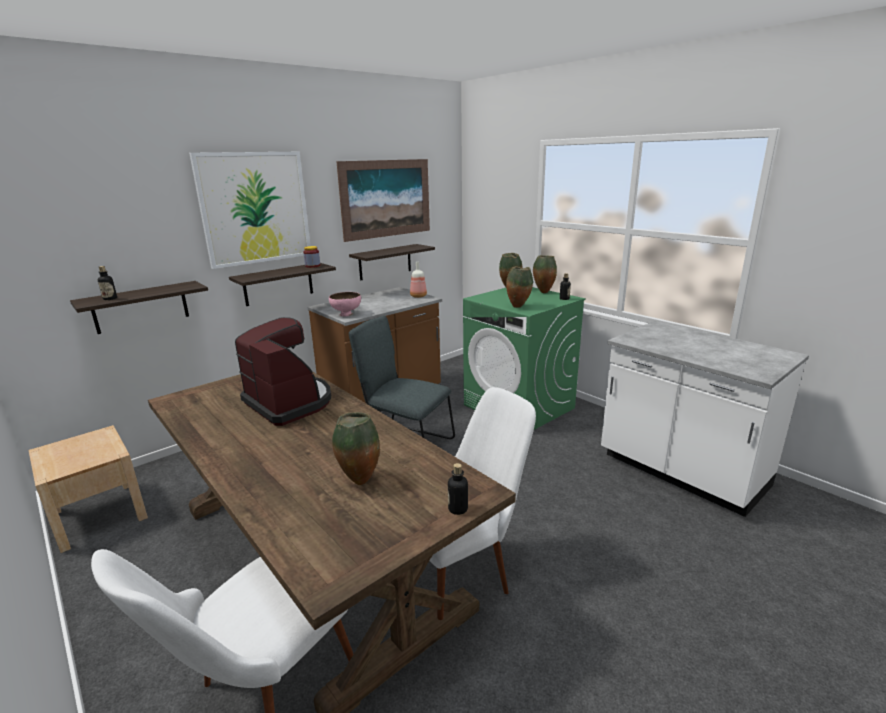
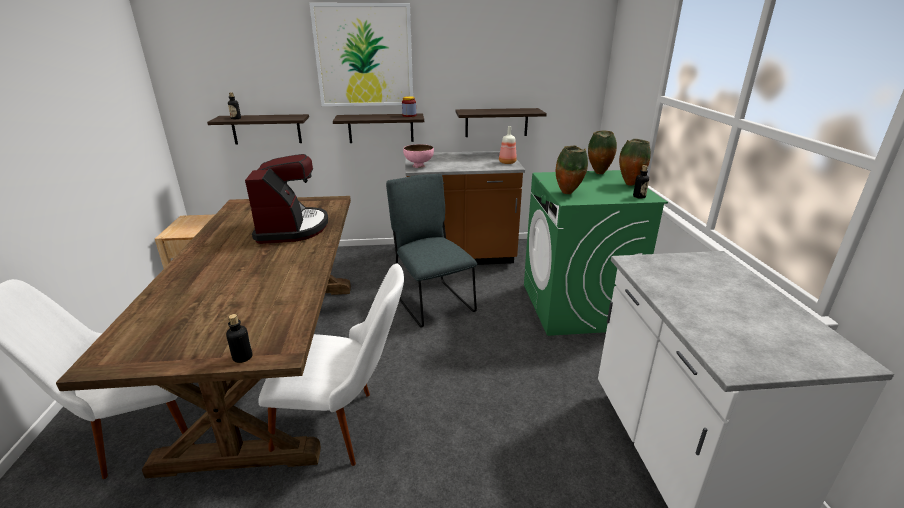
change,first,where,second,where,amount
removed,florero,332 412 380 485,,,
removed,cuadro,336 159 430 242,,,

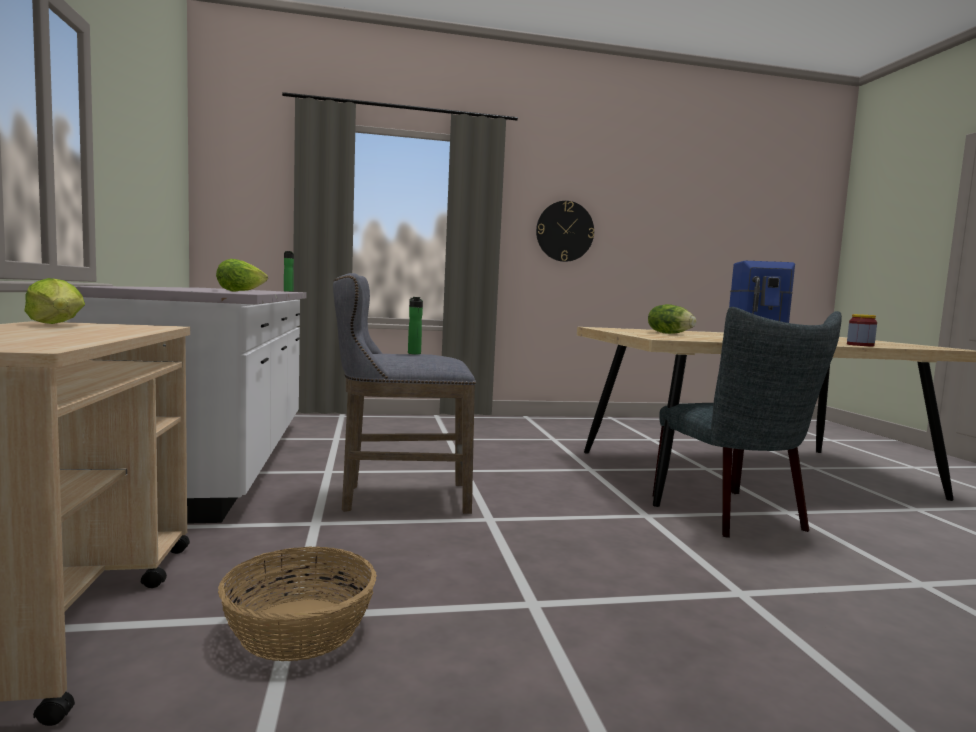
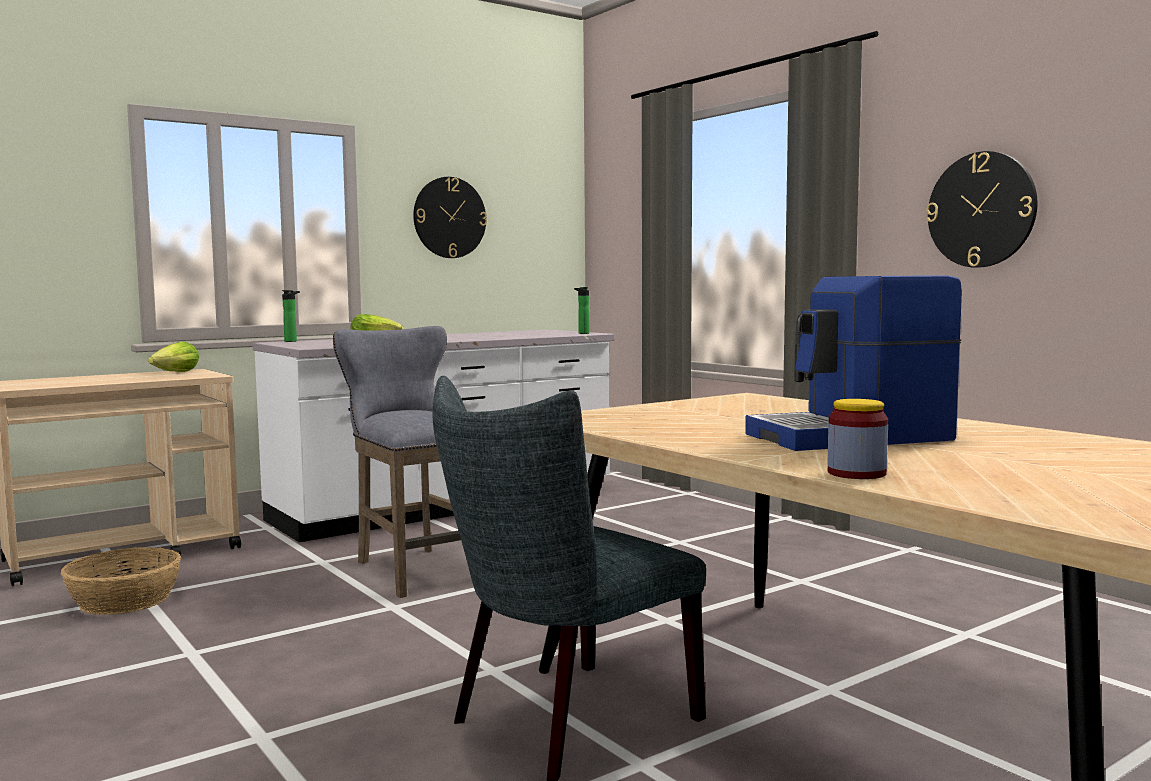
change,first,where,second,where,amount
moved,botella,408 297 423 354,,282 290 300 342,
removed,lechuga,648 304 696 334,,,
added,,,reloj de pared,413 177 487 258,

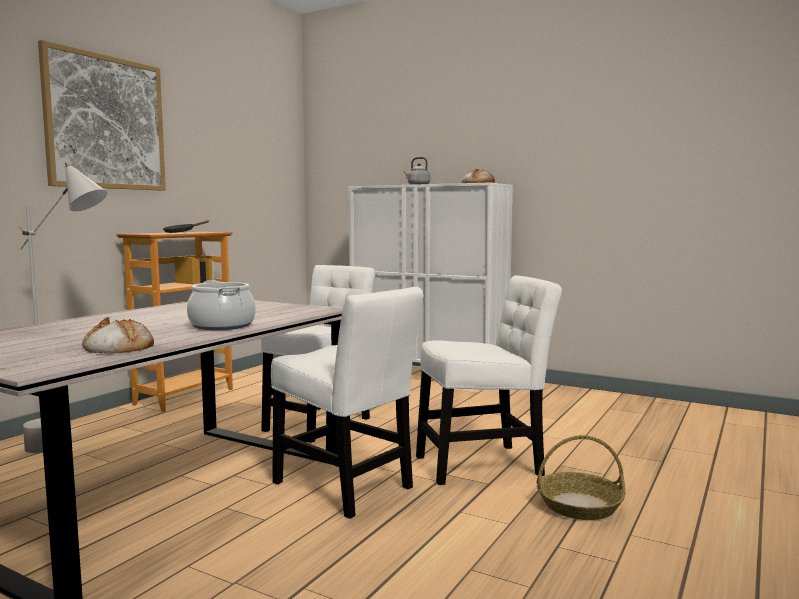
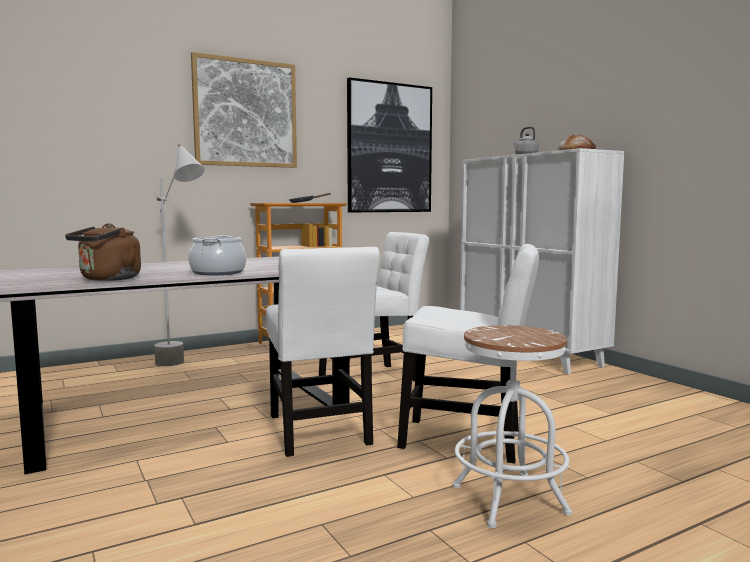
change,first,where,second,where,amount
replaced,pan,82 317 154 354,hervidor (marrón),65 223 141 281,
replaced,cesta,537 435 625 520,taburete (blanco),452 325 572 528,
added,,,cuadro,347 77 432 212,

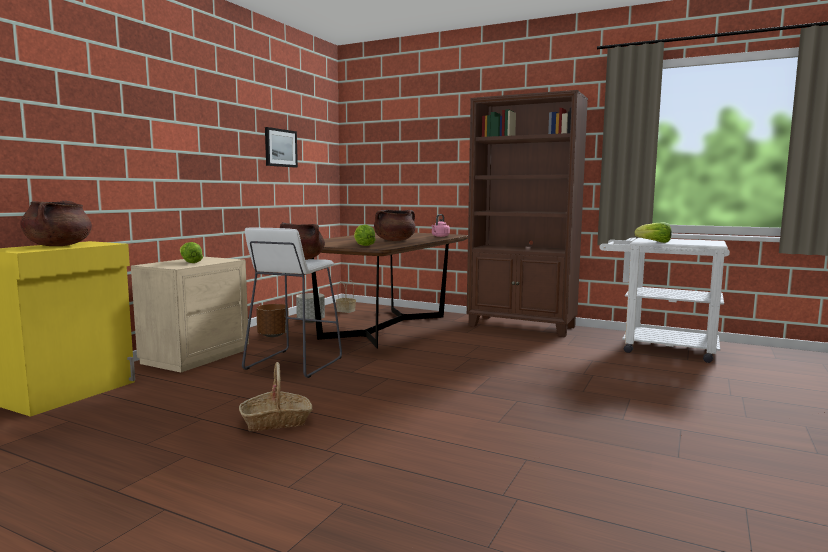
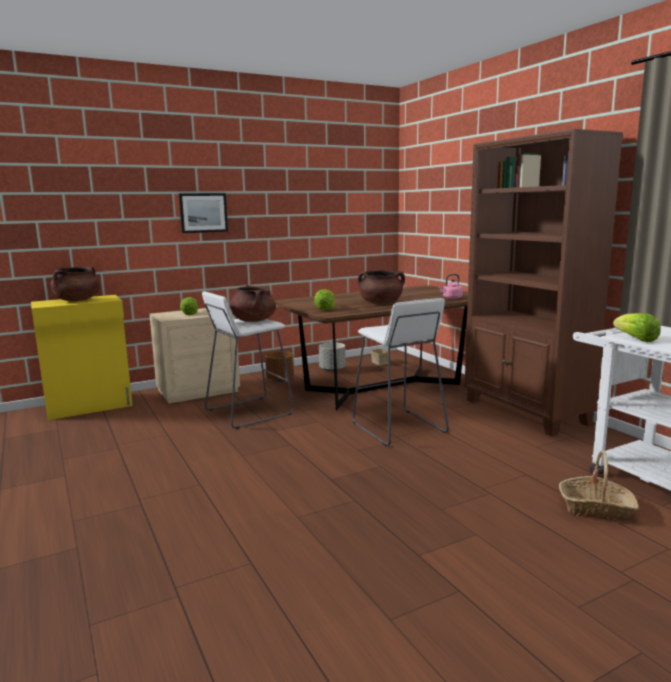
change,first,where,second,where,amount
moved,cesta,239 362 313 431,,559 450 639 522,
moved,cuadro,265 127 298 168,,179 193 228 233,
added,,,taburete (blanco),353 298 449 446,

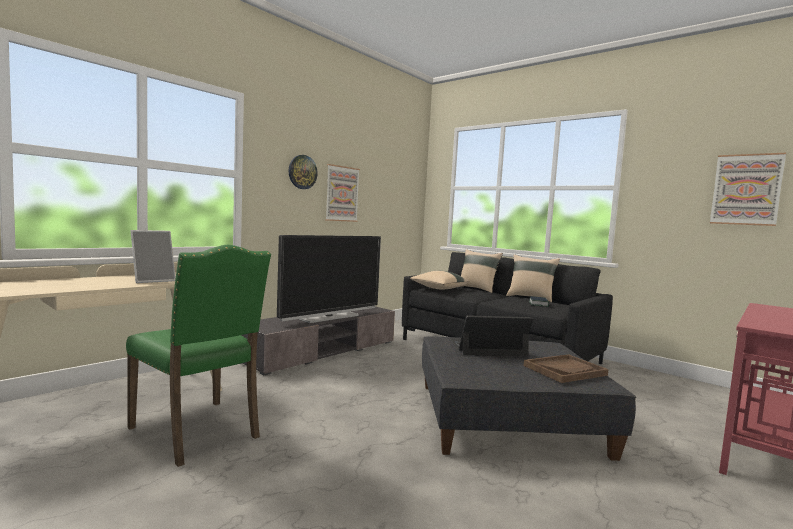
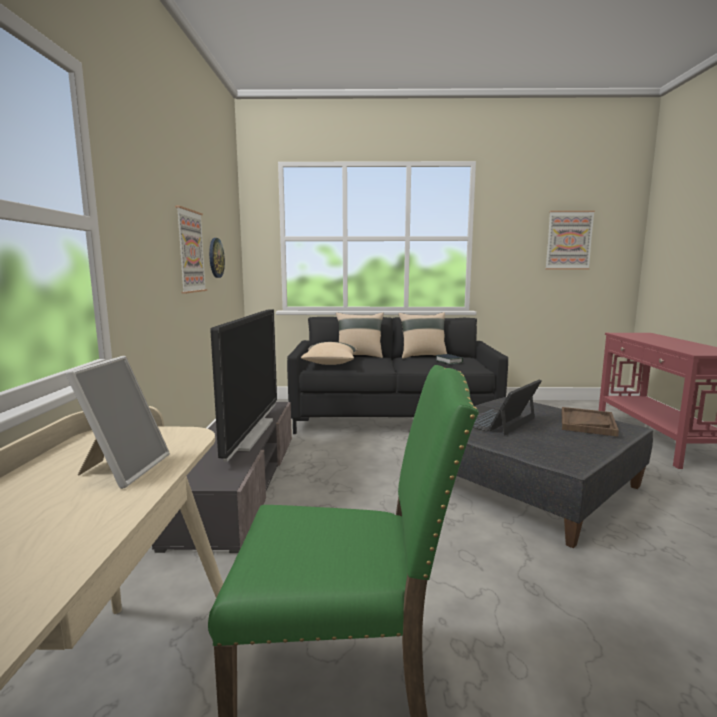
change,first,where,second,where,amount
moved,reloj de pared,288 155 318 189,,209 238 225 278,

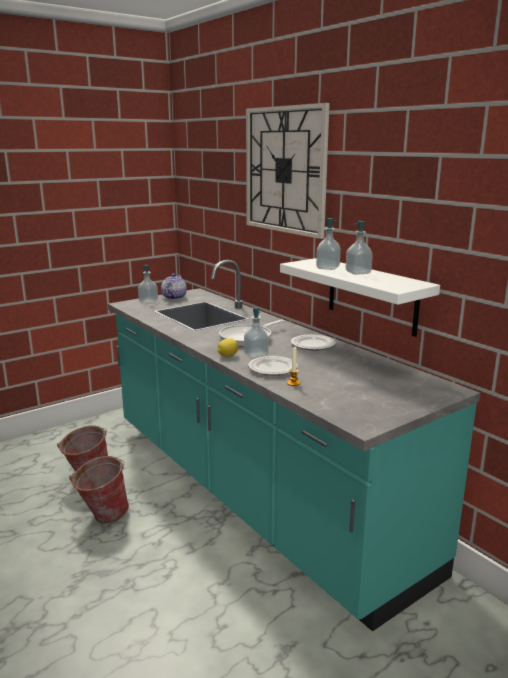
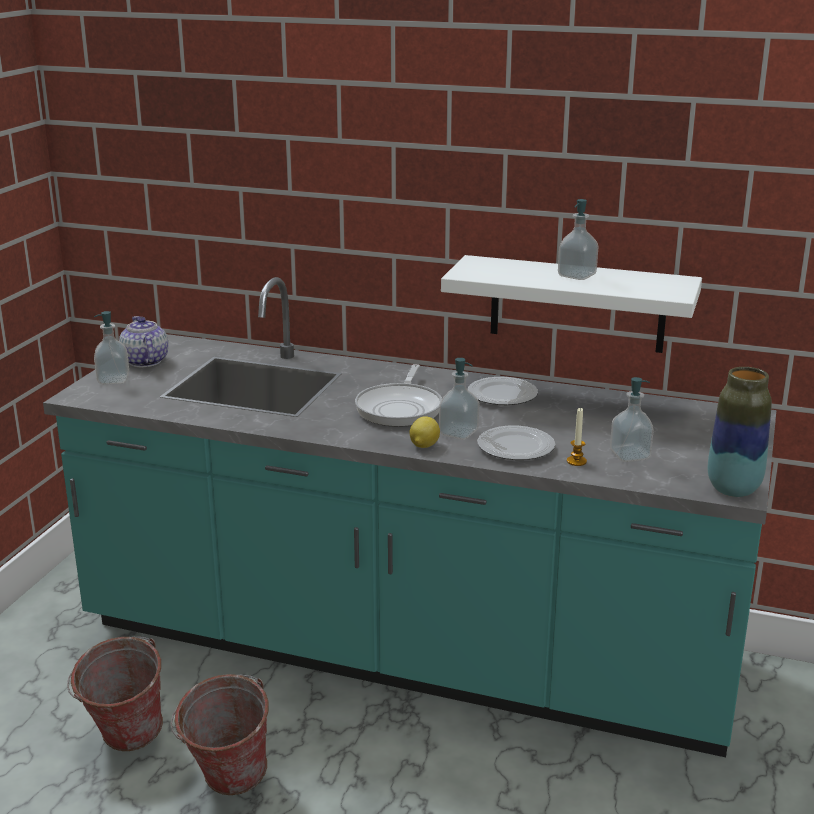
change,first,where,second,where,amount
removed,reloj de pared,246 103 330 239,,,
moved,dispensador de jabón,316 218 341 270,,610 377 653 462,
added,,,florero,708 367 772 497,

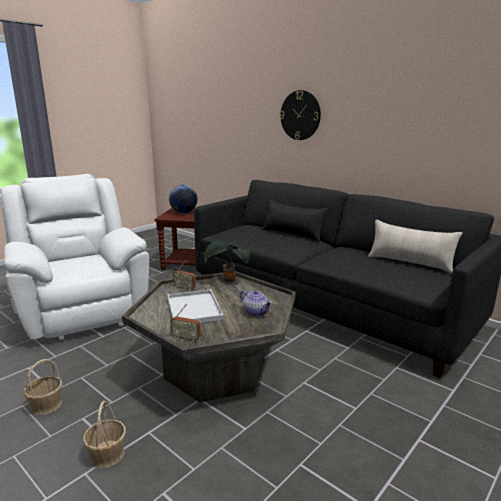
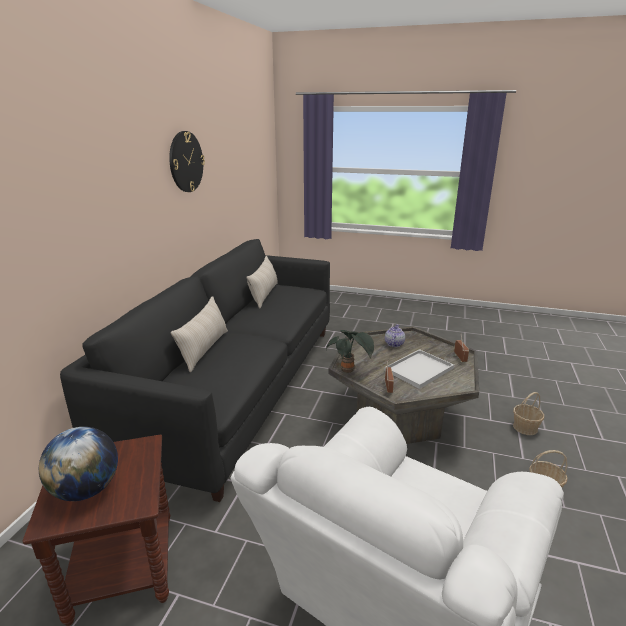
change,first,where,second,where,amount
recoloured,cojín (negro),262 199 328 242,cojín (beis),171 296 228 372,
moved,reloj de pared,280 90 321 140,,169 131 205 192,

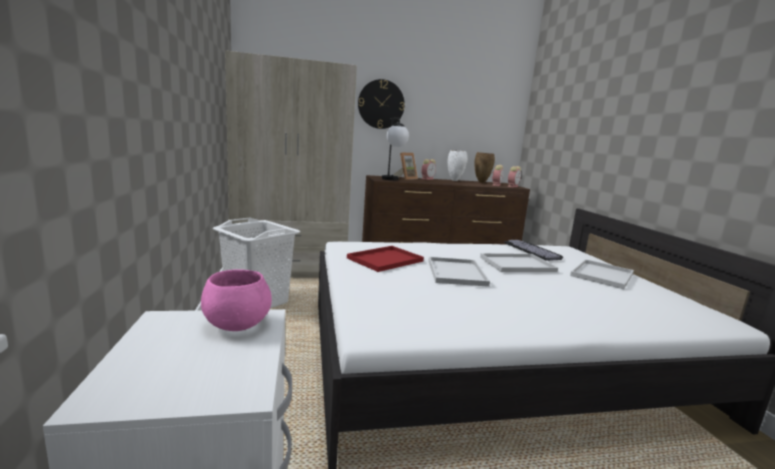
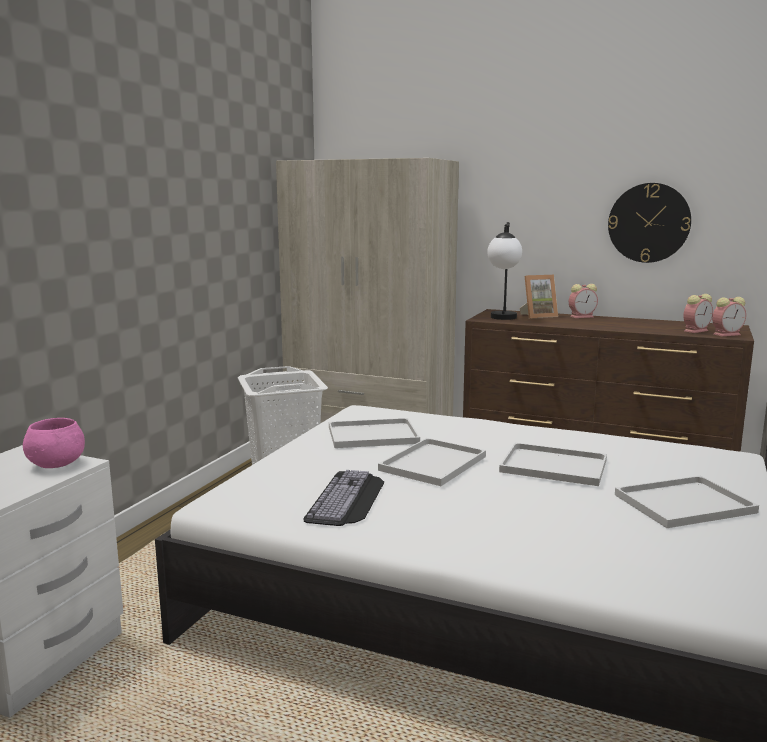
change,first,where,second,where,amount
recoloured,bandeja (rojo),347 246 424 272,bandeja (blanco),329 418 420 448,
moved,reloj de pared,358 79 405 129,,608 183 691 263,
removed,florero (blanco),448 150 467 181,,,
removed,florero (marrón),474 152 495 183,,,
moved,teclado,504 240 563 261,,303 470 384 526,

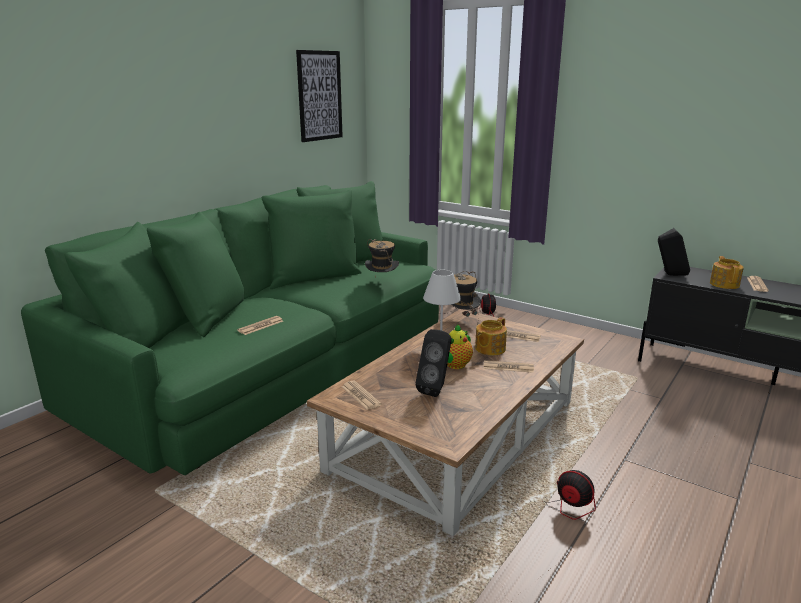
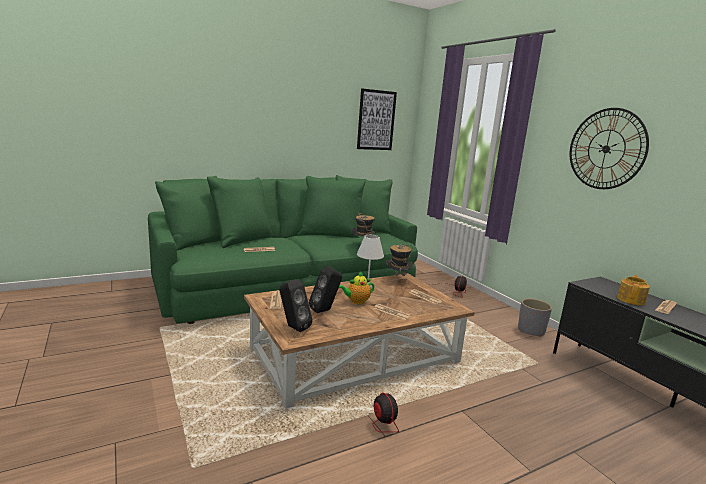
change,first,where,second,where,amount
removed,tetera,475 317 507 355,,,
moved,altavoz (negro),658 228 690 276,,279 279 313 332,
added,,,maceta (gris),518 298 552 337,
added,,,reloj de pared,570 108 649 189,

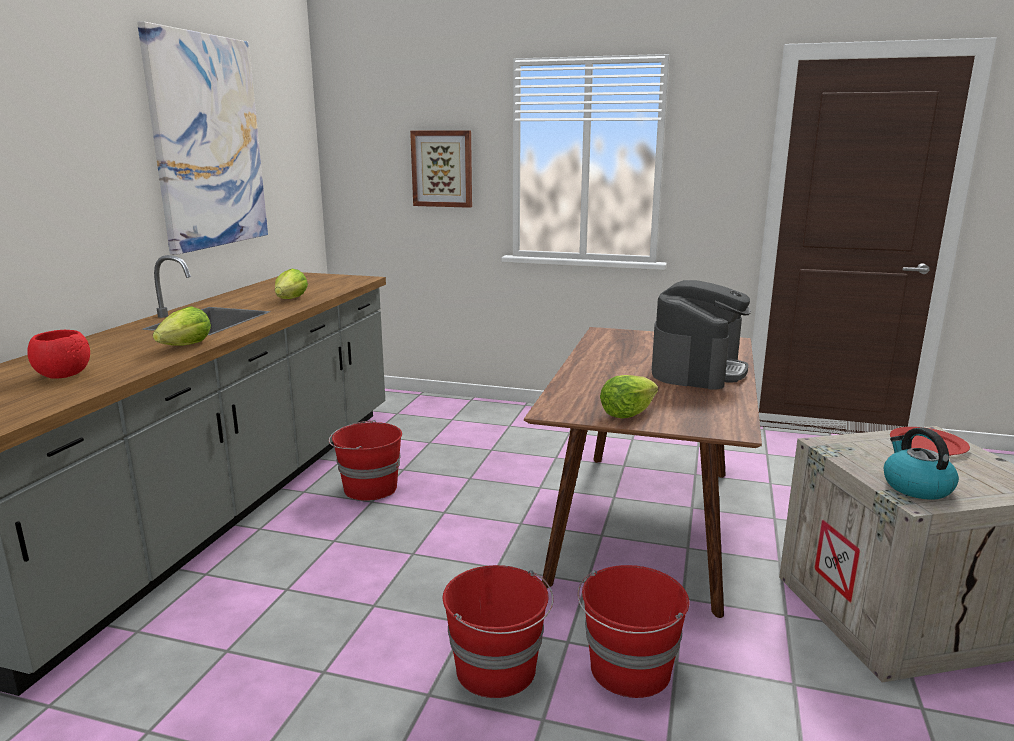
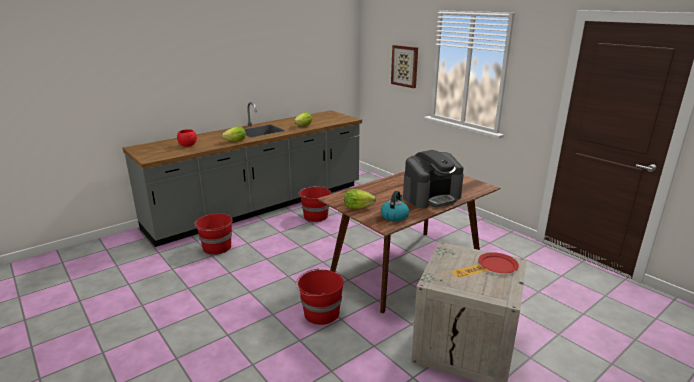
change,first,where,second,where,amount
removed,cuadro,137 21 268 255,,,
moved,cubo (rojo),443 565 553 698,,194 213 233 255,
moved,hervidor,884 427 959 500,,381 191 409 221,

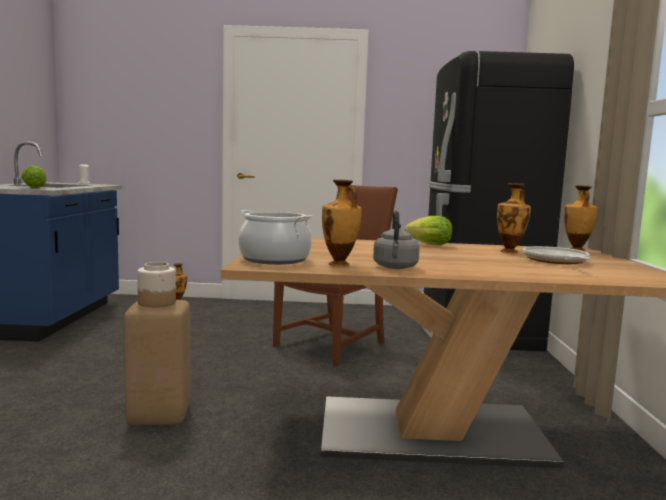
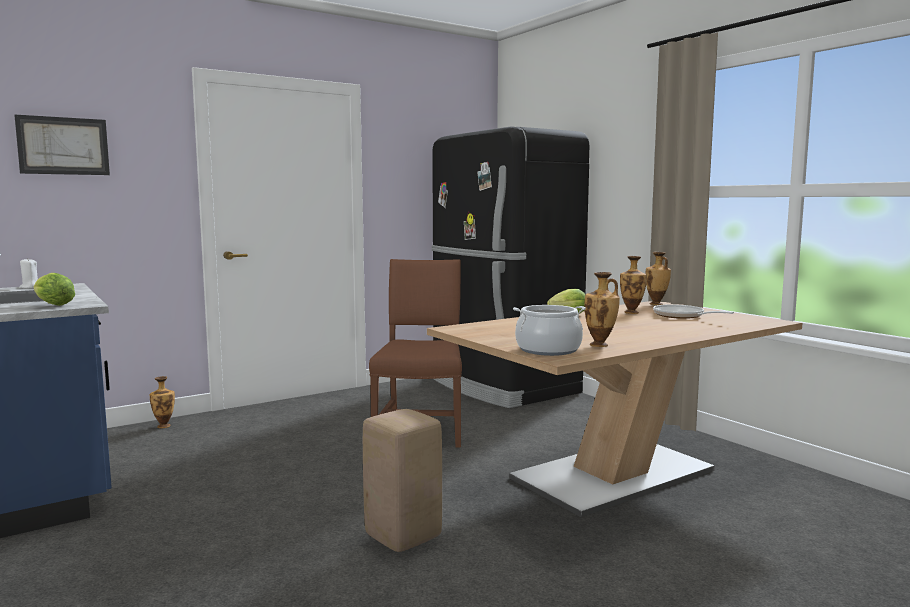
change,first,where,second,where,amount
removed,tarro,137 262 176 307,,,
removed,hervidor (gris),373 210 420 269,,,
added,,,cuadro,14 115 110 175,

